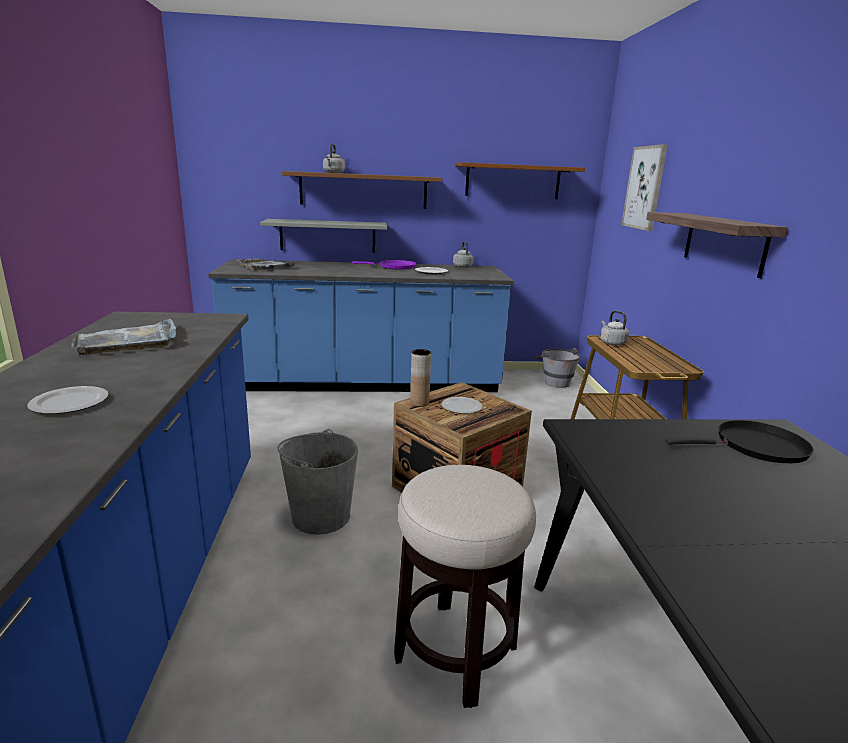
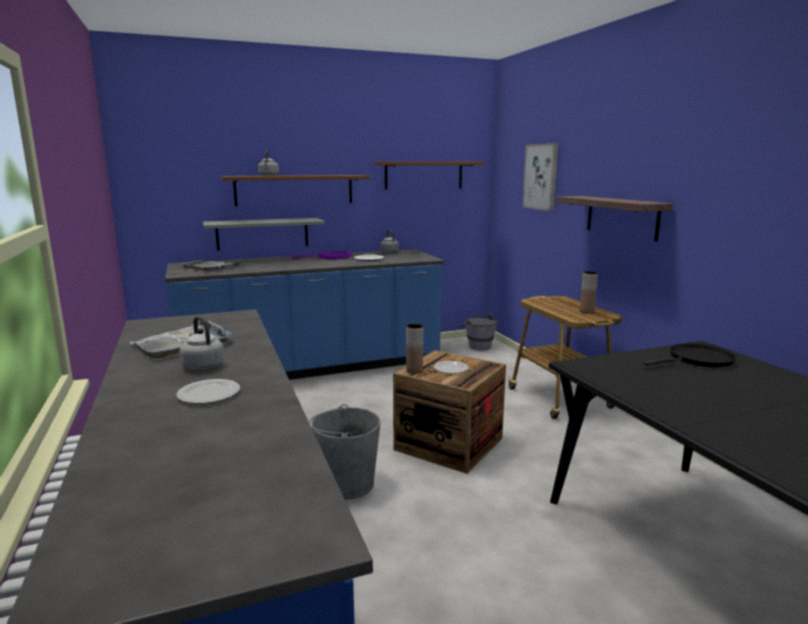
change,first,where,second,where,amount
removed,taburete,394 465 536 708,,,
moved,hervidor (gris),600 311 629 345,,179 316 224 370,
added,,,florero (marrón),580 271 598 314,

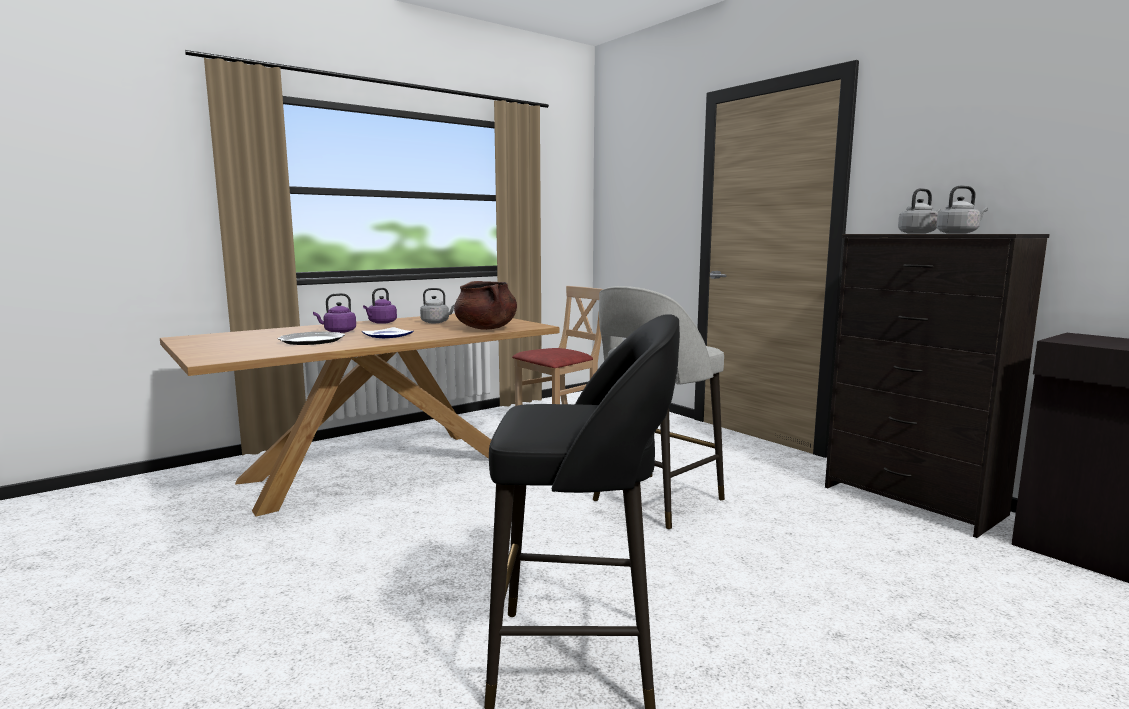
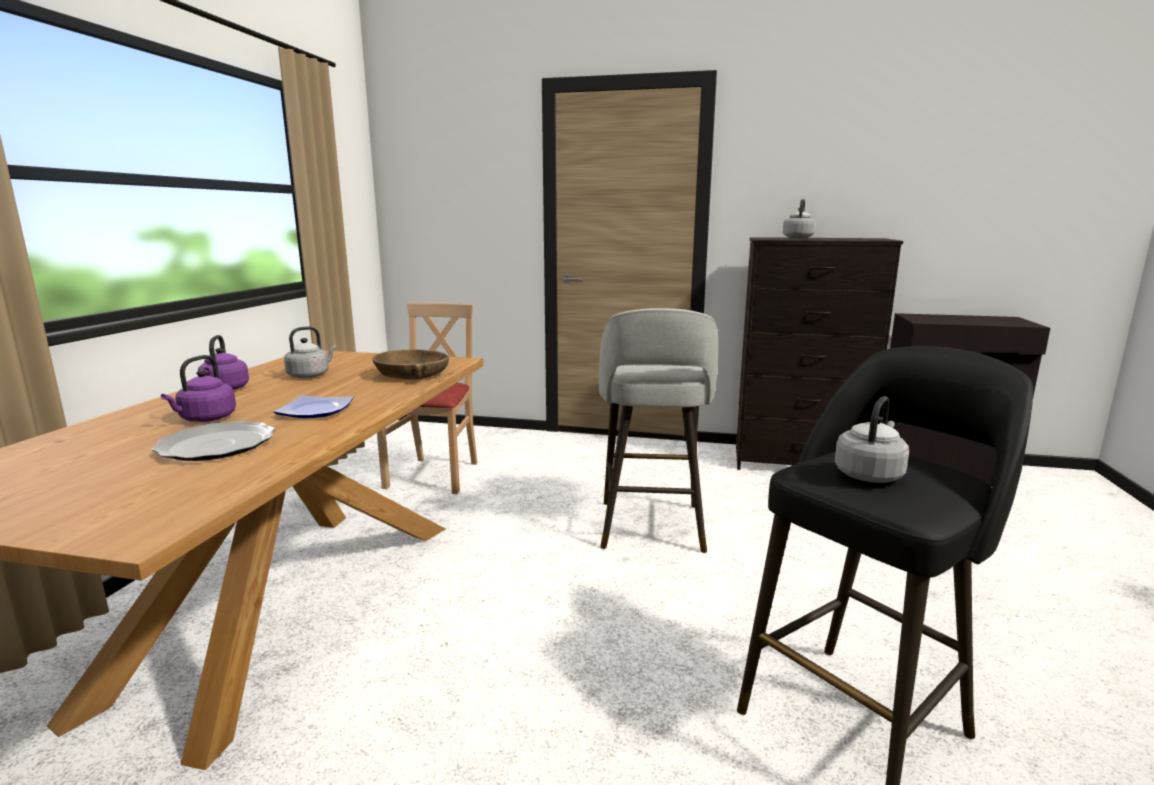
change,first,where,second,where,amount
replaced,olla (marrón),454 281 517 330,cuenco (marrón),372 350 449 380,
moved,hervidor (gris),936 186 988 233,,834 396 909 483,

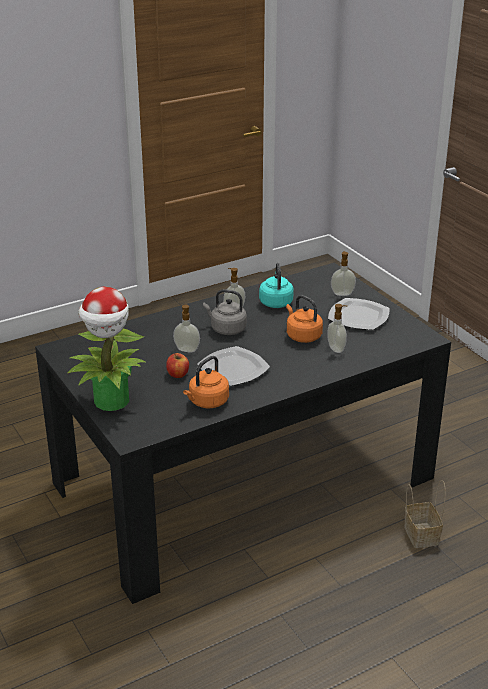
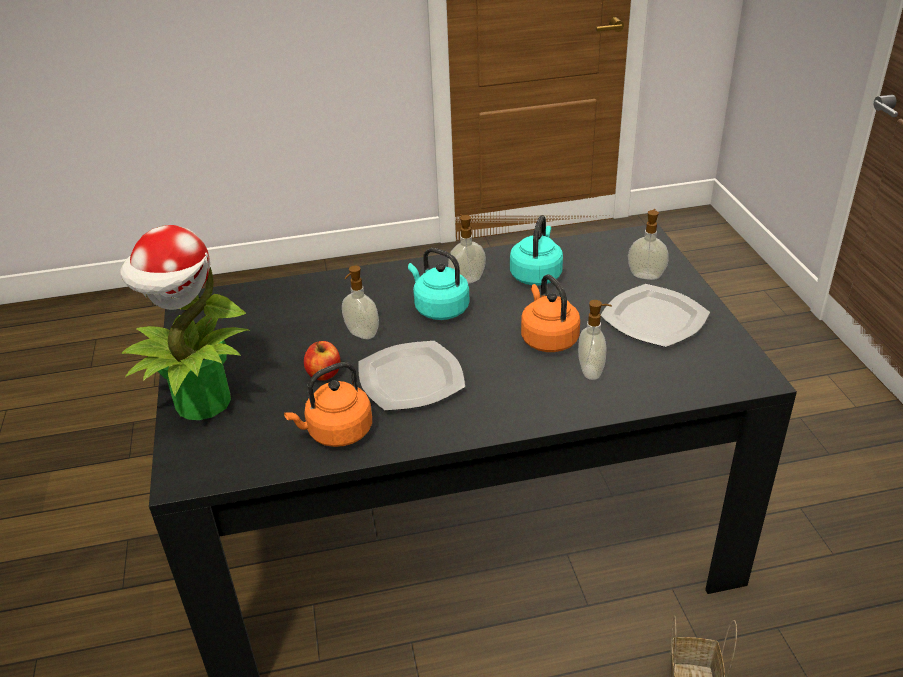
change,first,where,second,where,amount
recoloured,hervidor (gris),203 289 247 335,hervidor (turquesa),408 248 470 320,

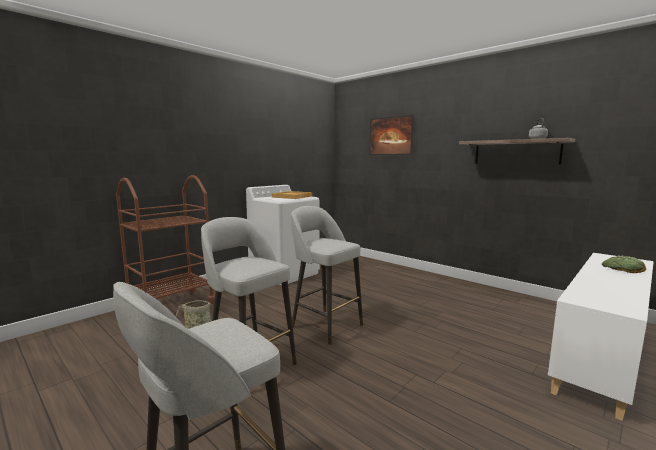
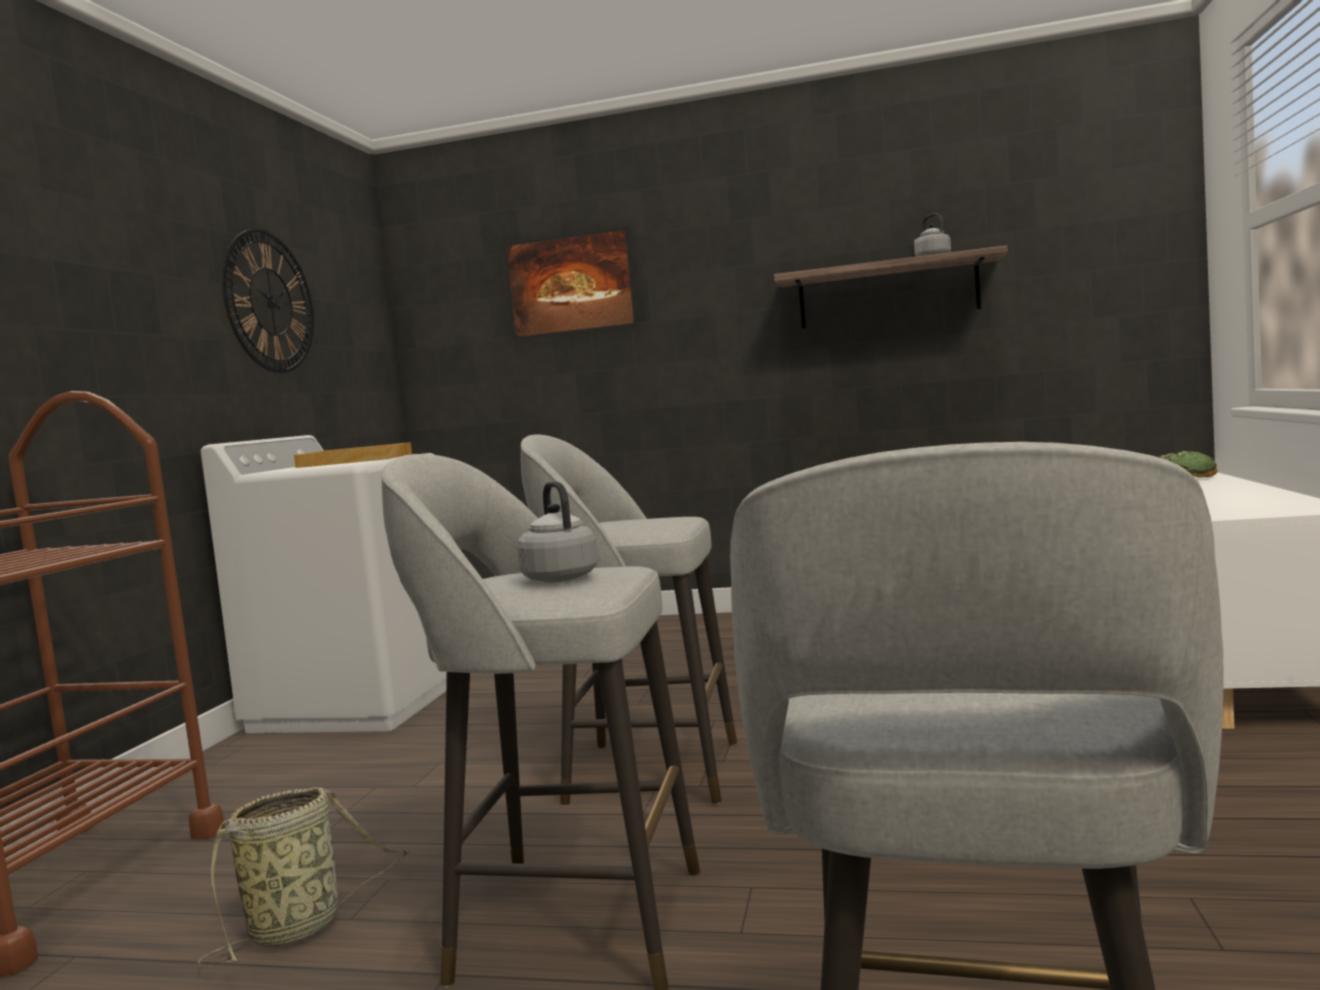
change,first,where,second,where,amount
added,,,reloj de pared,222 229 314 373,
added,,,hervidor (gris),517 481 598 583,

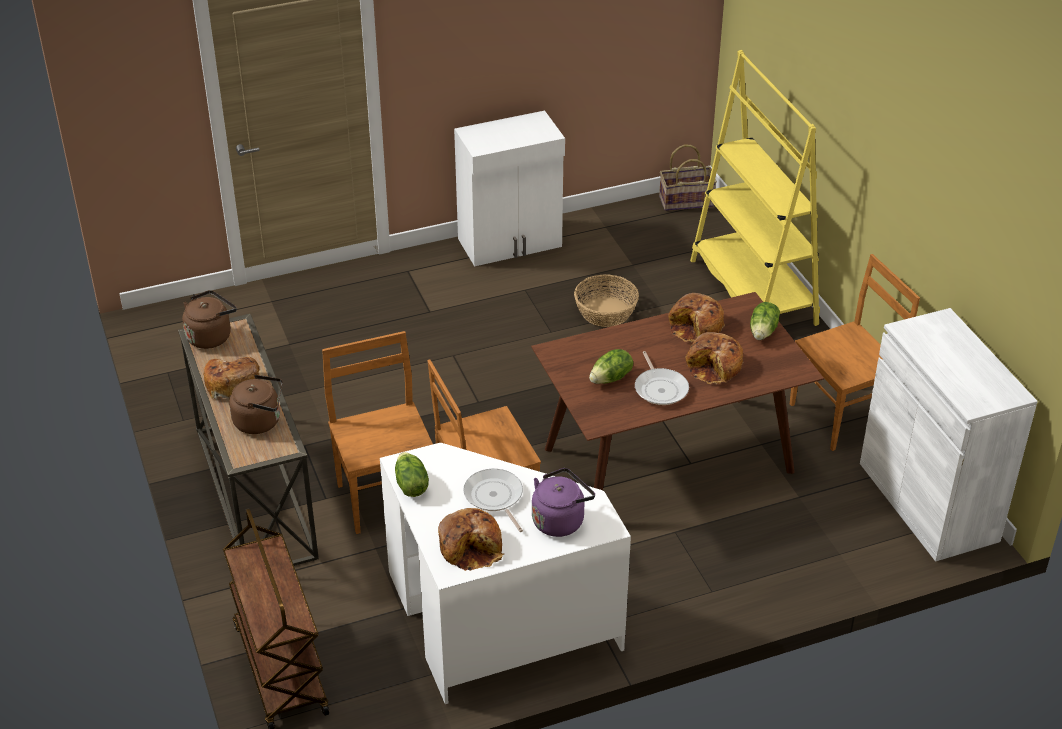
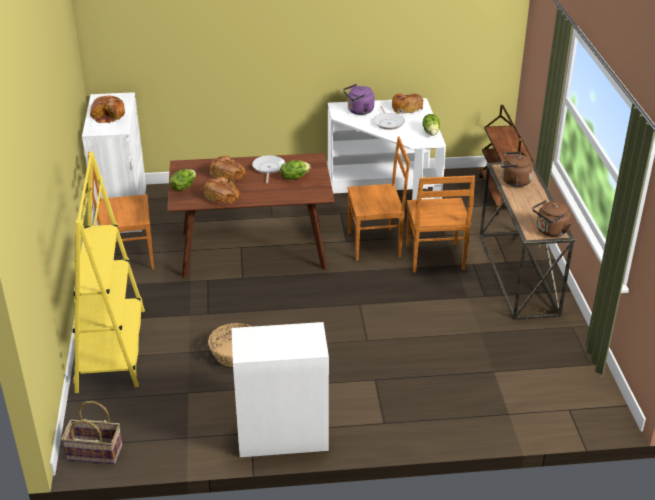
change,first,where,second,where,amount
moved,pan,203 357 260 399,,90 95 125 123,

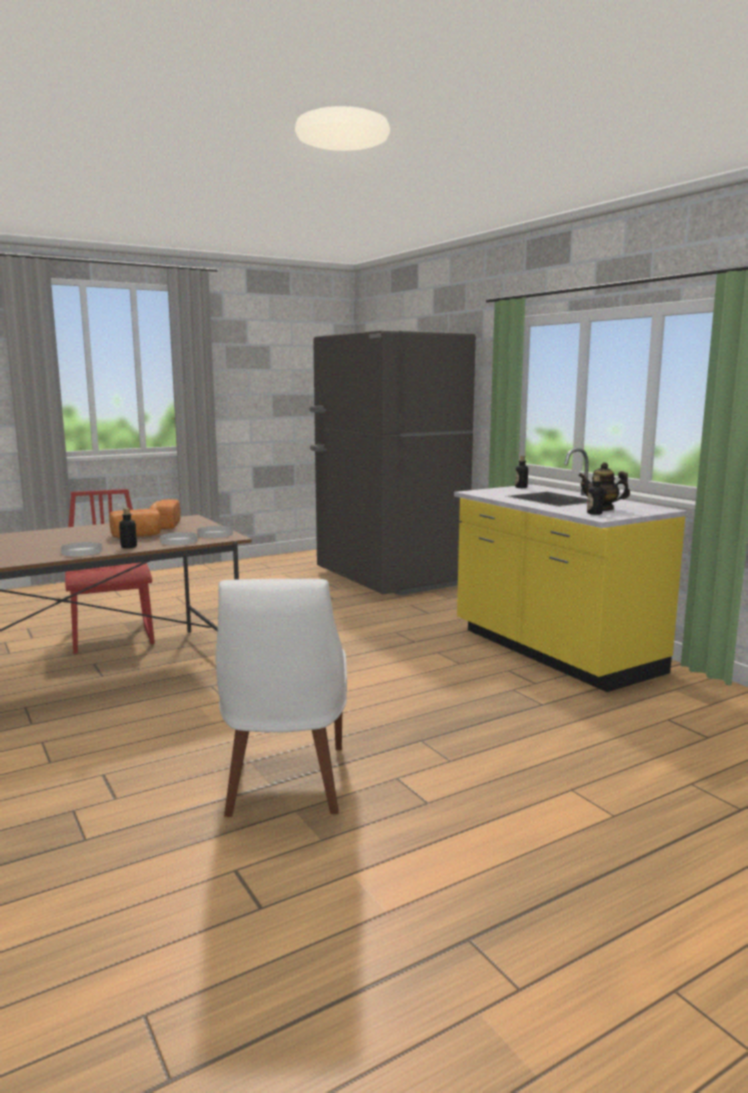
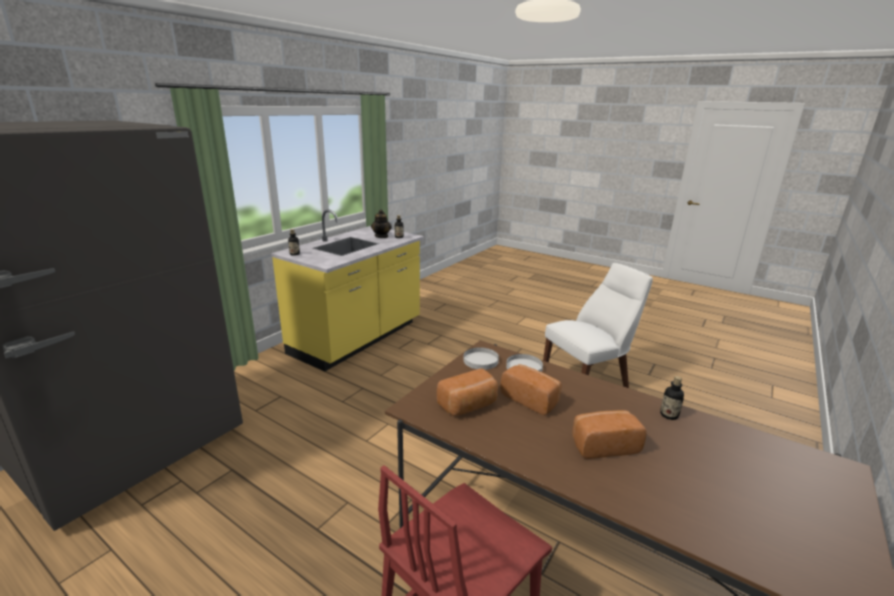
change,first,where,second,where,amount
removed,plato (blanco),61 542 102 556,,,
moved,botella,119 508 137 549,,660 376 684 420,
added,,,pan,573 410 646 459,

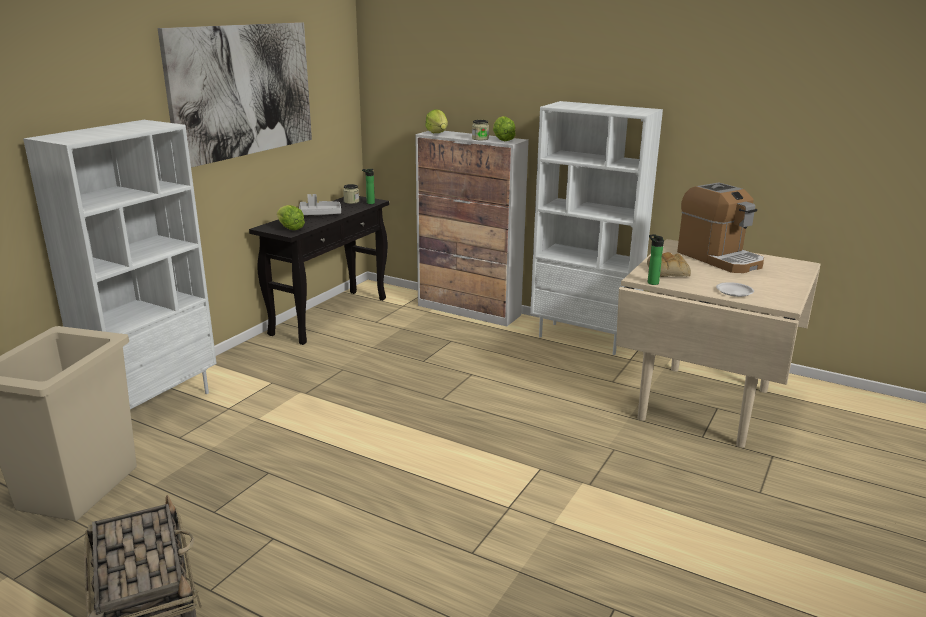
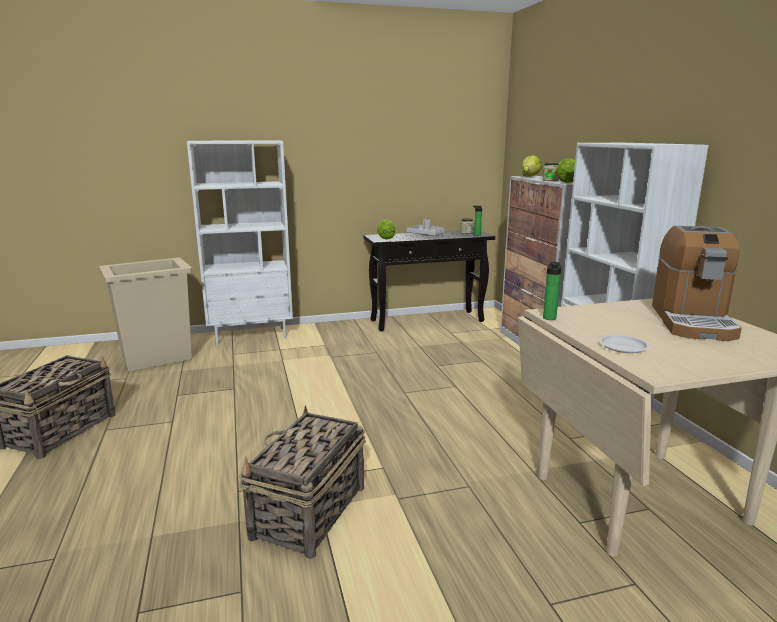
change,first,where,second,where,amount
removed,cuadro,158 22 312 168,,,
removed,pan,647 252 691 277,,,
added,,,cesta,239 405 366 559,

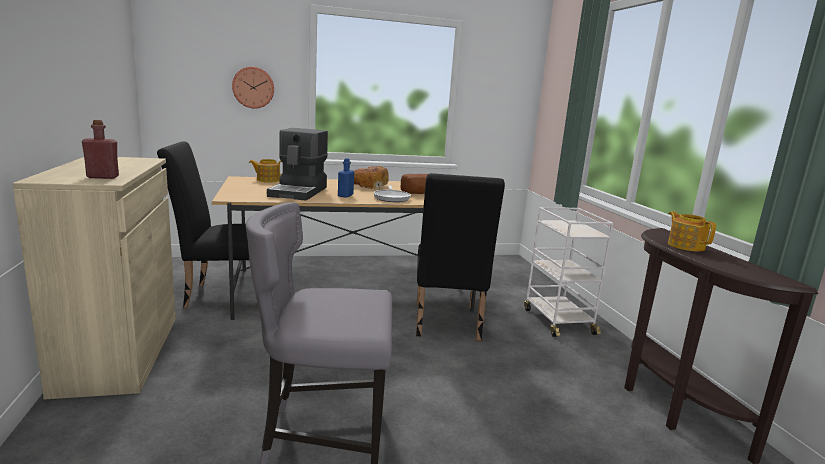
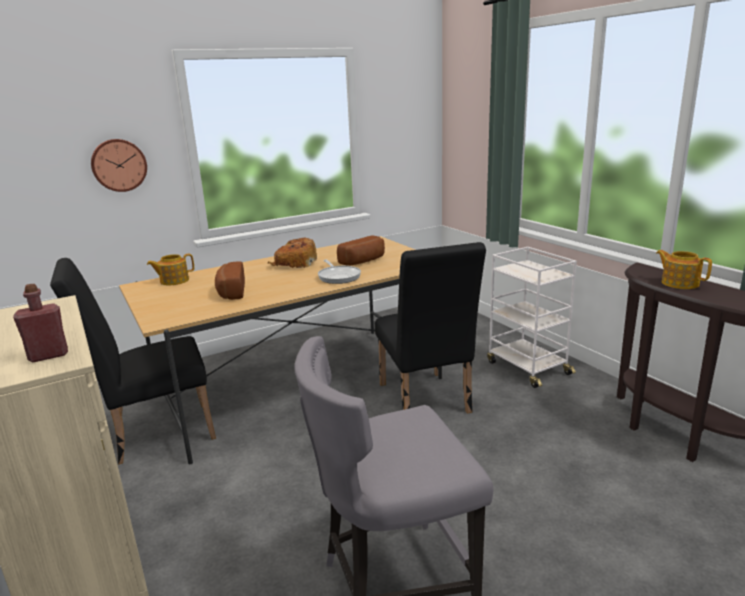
change,first,where,second,where,amount
replaced,cafetera,267 128 328 201,pan,215 261 245 300,
removed,botella (azul),338 158 354 198,,,

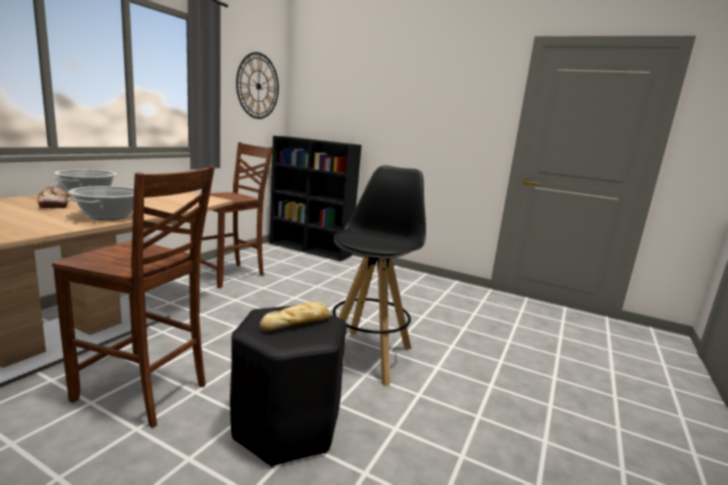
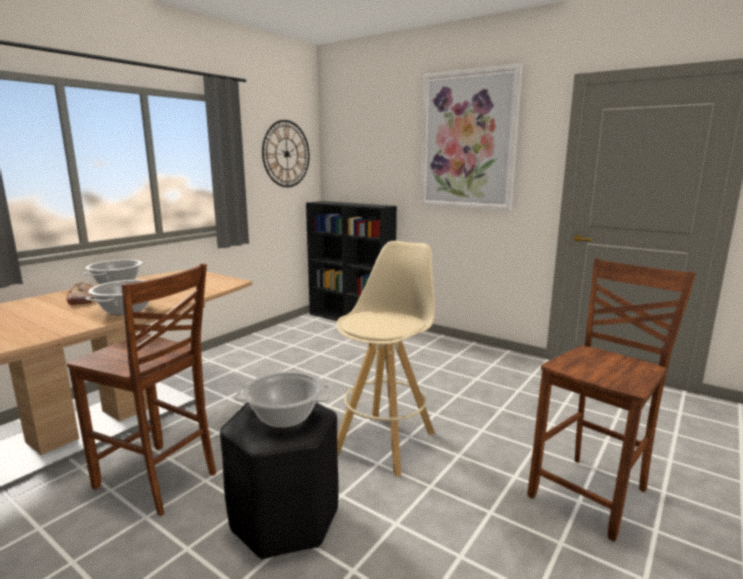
change,first,where,second,where,amount
moved,silla (marrón),190 142 273 288,,527 258 696 542,
replaced,pan,260 301 330 332,olla,234 371 332 428,
recoloured,taburete (negro),332 165 426 386,taburete (beis),336 241 435 477,
added,,,cuadro,421 64 523 210,

